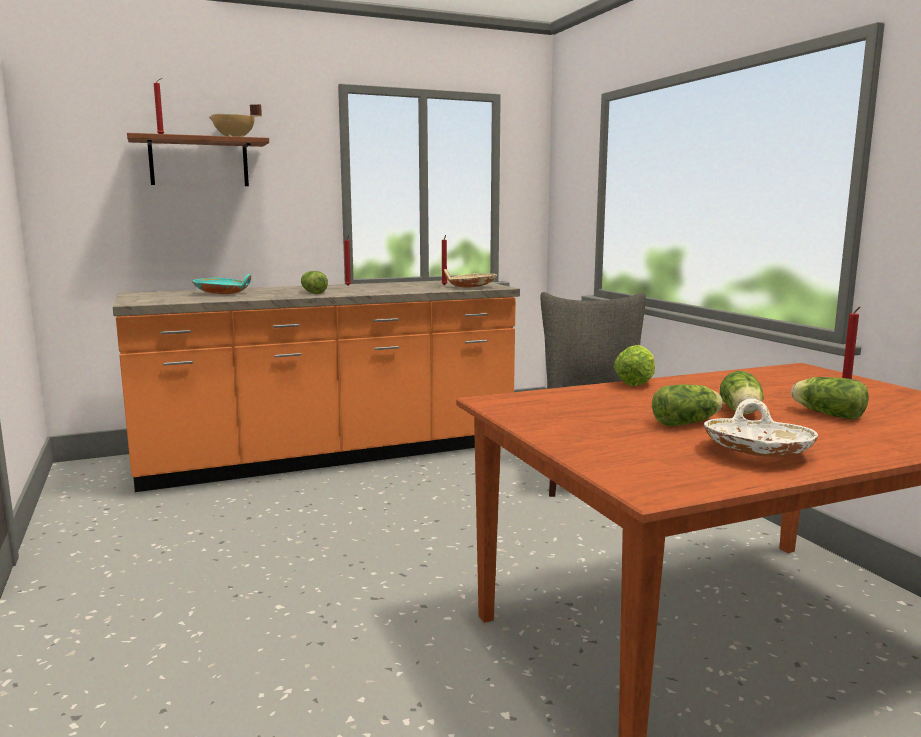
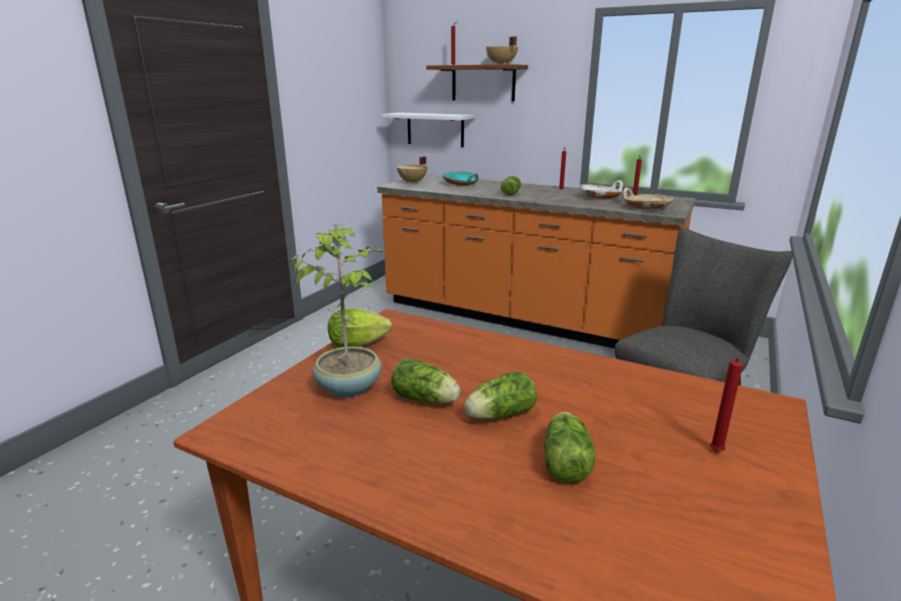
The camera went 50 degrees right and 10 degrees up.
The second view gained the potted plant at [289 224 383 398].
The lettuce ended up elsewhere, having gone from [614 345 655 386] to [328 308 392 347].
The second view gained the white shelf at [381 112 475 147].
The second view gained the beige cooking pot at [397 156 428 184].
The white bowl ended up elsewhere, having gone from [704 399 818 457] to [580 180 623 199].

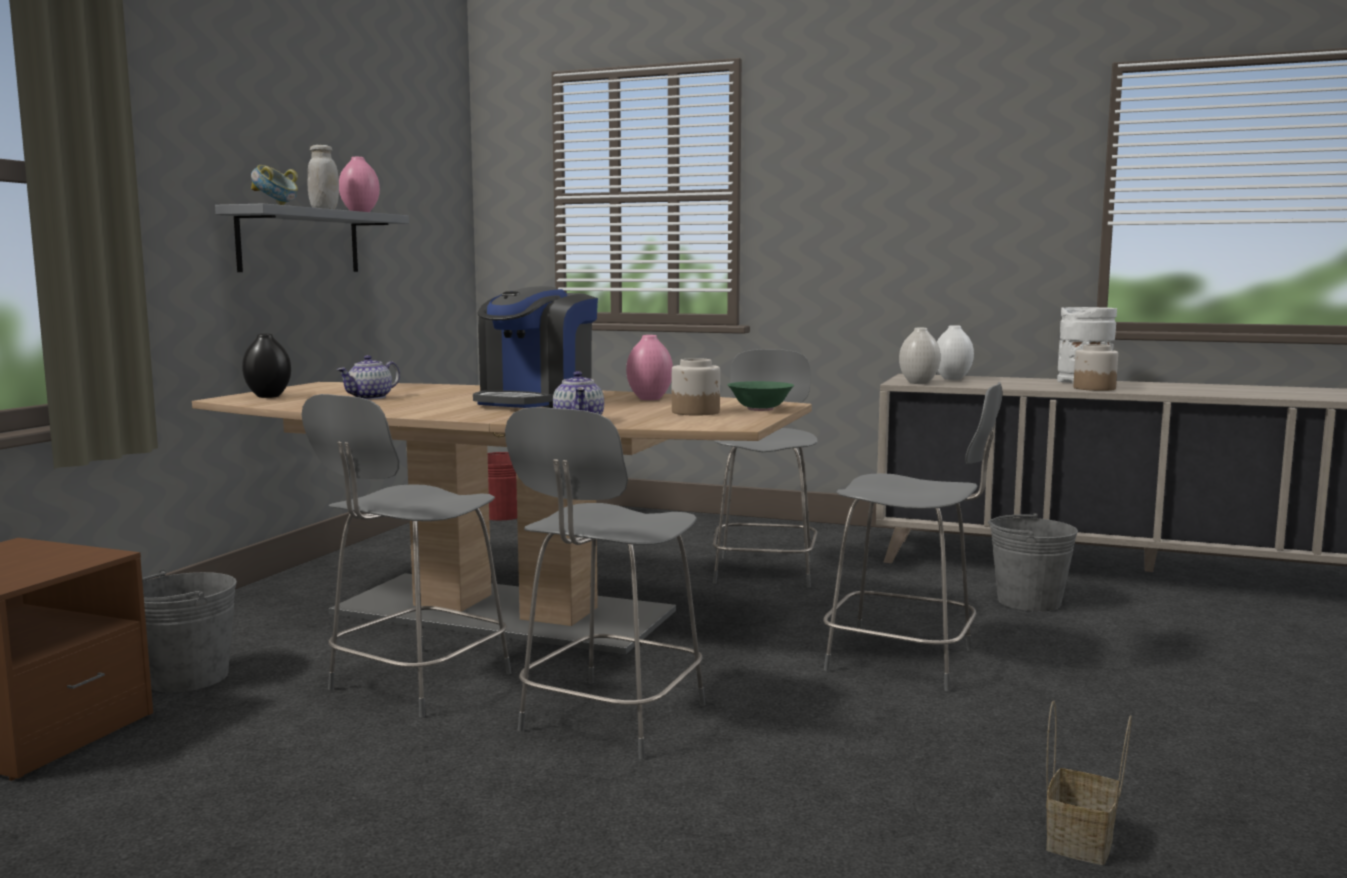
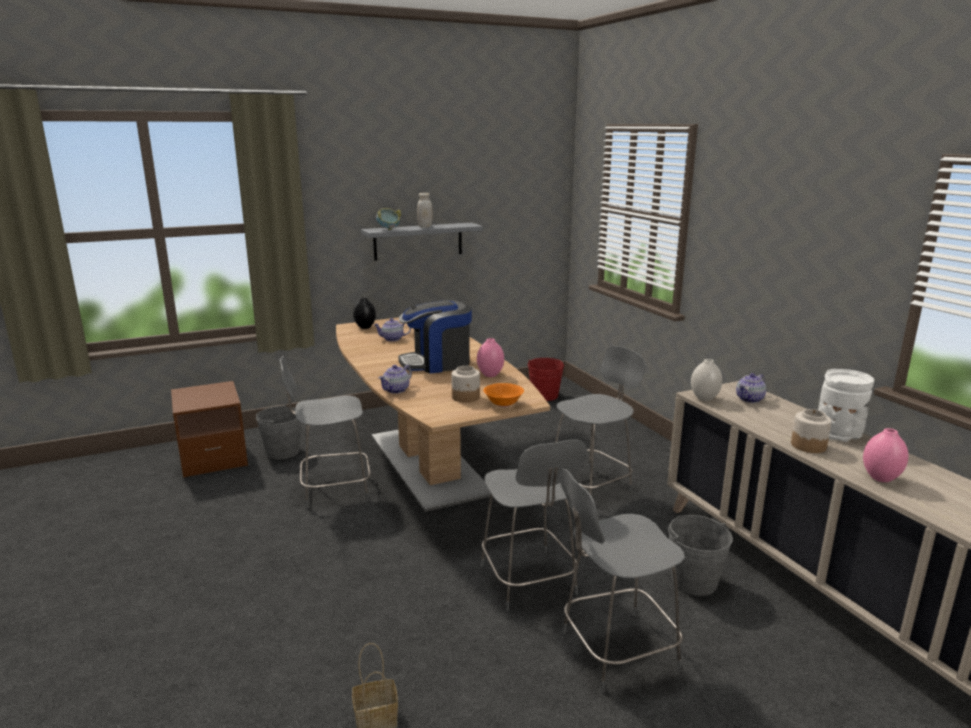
The camera went 45 degrees right and 10 degrees up.
What was the green bowl at [728 381 794 411] turned into the orange bowl at [483 383 524 407].
The grey chair ended up elsewhere, having gone from [505 407 705 759] to [559 469 685 693].
Where the white vase stood at [937 325 974 380], the teapot came to stand at [736 373 766 403].
The pink vase ended up elsewhere, having gone from [339 157 380 212] to [863 428 909 482].

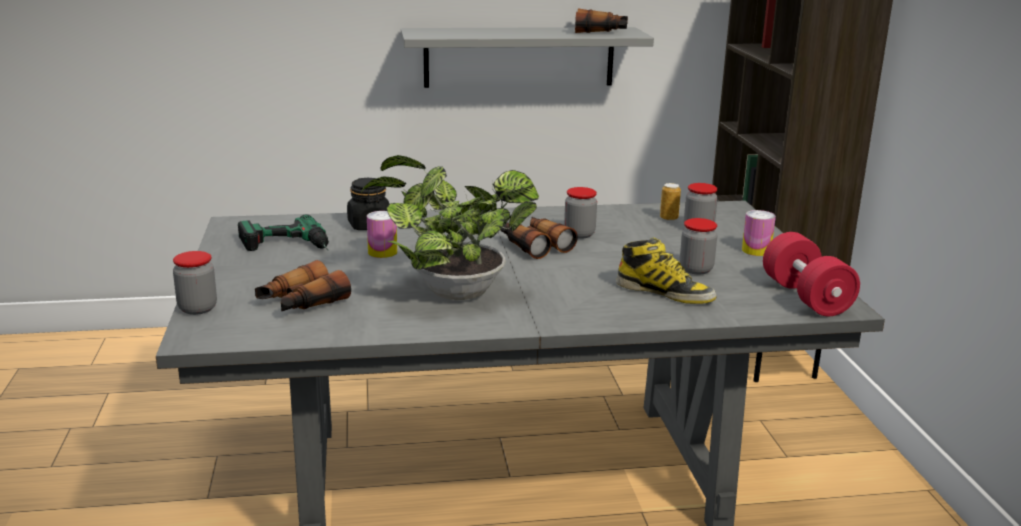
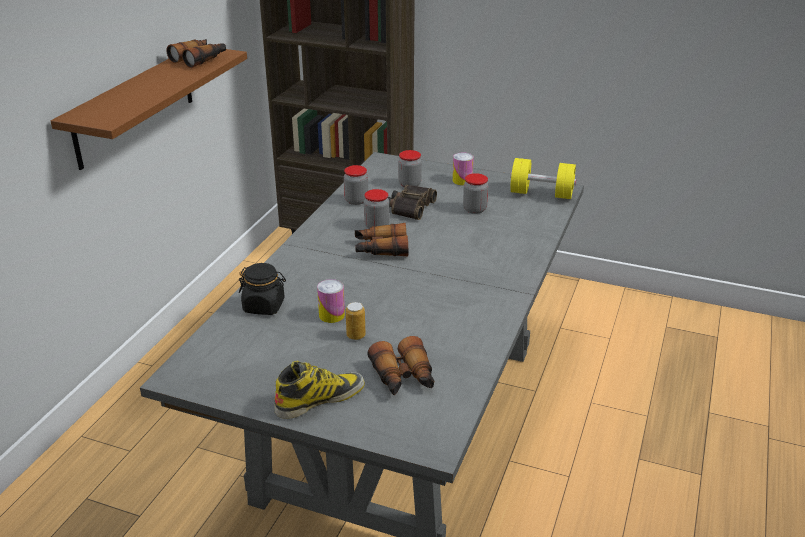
The camera went 60 degrees left and 10 degrees up.
What was the grey shelf at [401 27 654 88] turned into the brown shelf at [51 49 247 170].
The boot ended up elsewhere, having gone from [616 237 716 304] to [274 360 365 419].
The jar ended up elsewhere, having gone from [173 251 217 315] to [344 165 368 205].
The can ended up elsewhere, having gone from [660 183 681 221] to [346 302 365 340].
The second view gained the binoculars at [388 185 437 220].
What was the red dumbbell at [763 232 860 316] turned into the yellow dumbbell at [510 158 576 199].
The second view lost the power drill at [238 214 329 251].
The second view lost the potted plant at [360 155 539 300].

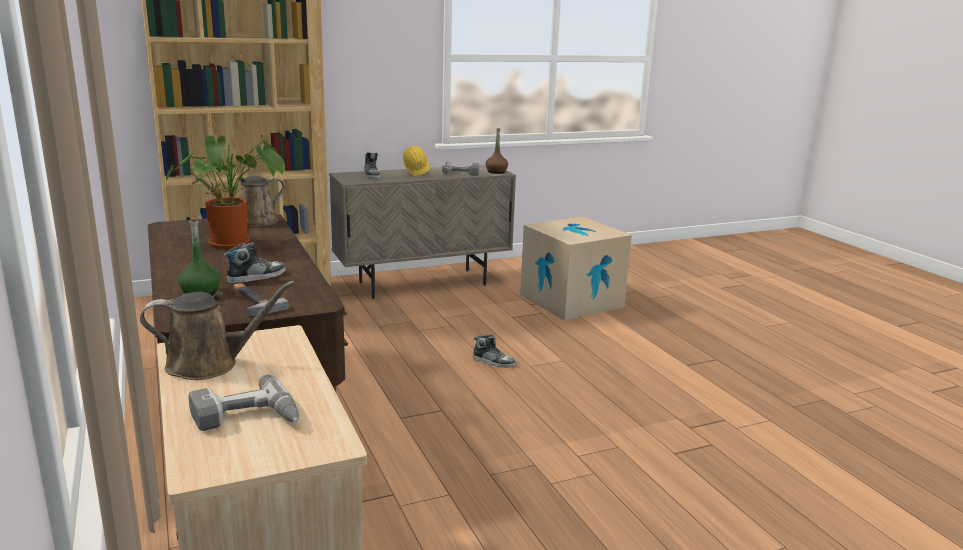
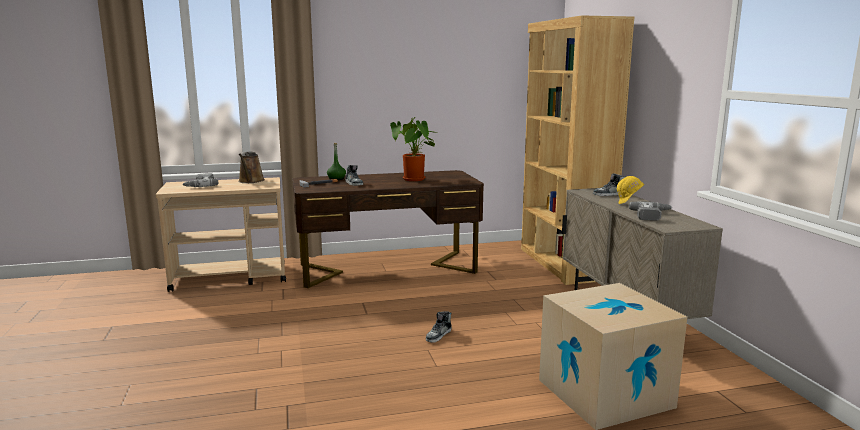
The camera went 100 degrees right and 5 degrees down.
The second view lost the brown watering can at [195 176 285 226].
The second view lost the brown bottle at [485 128 508 174].

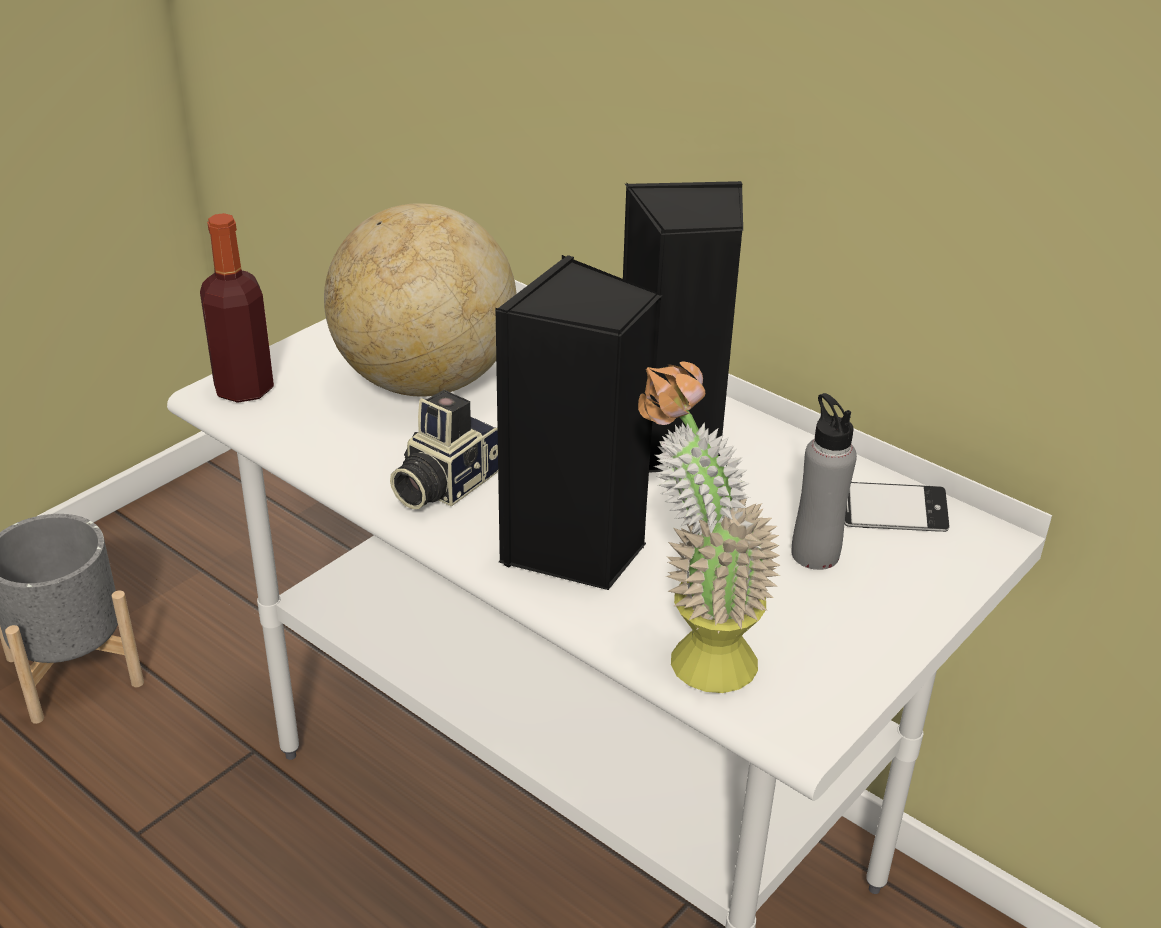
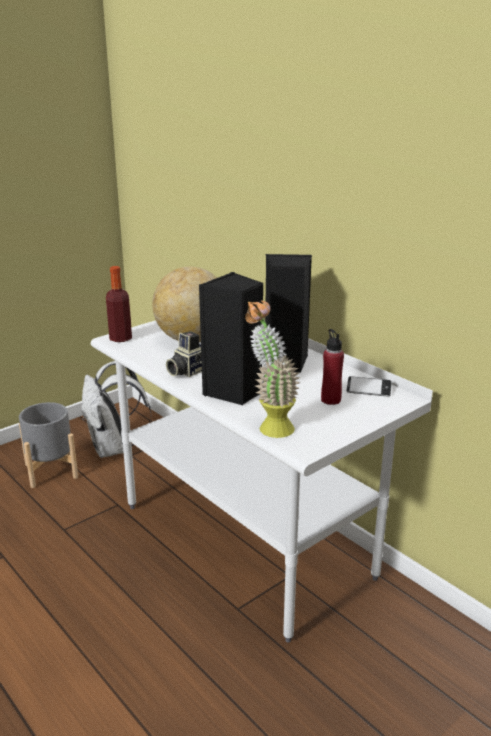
The camera went 10 degrees right and 10 degrees down.
The second view gained the white backpack at [82 361 151 458].
What was the grey bottle at [792 393 857 570] turned into the red bottle at [321 329 344 405].

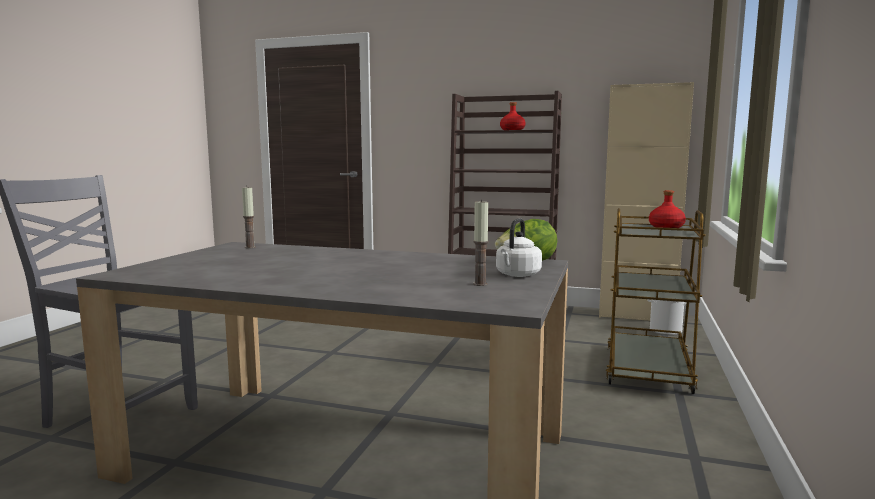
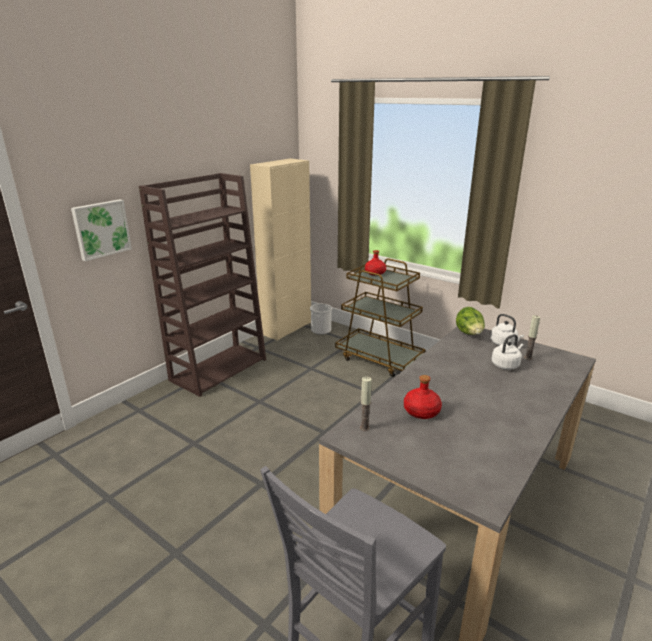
The camera went 70 degrees left and 15 degrees up.
The second view gained the picture at [71 199 132 261].
The red bottle ended up elsewhere, having gone from [500 102 526 130] to [404 375 442 419].
The second view gained the white kettle at [492 334 524 370].

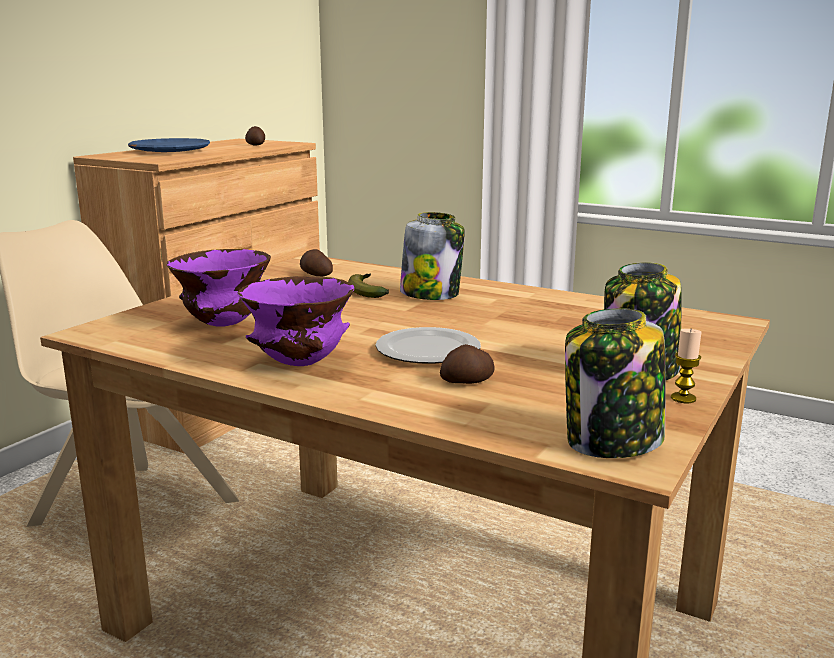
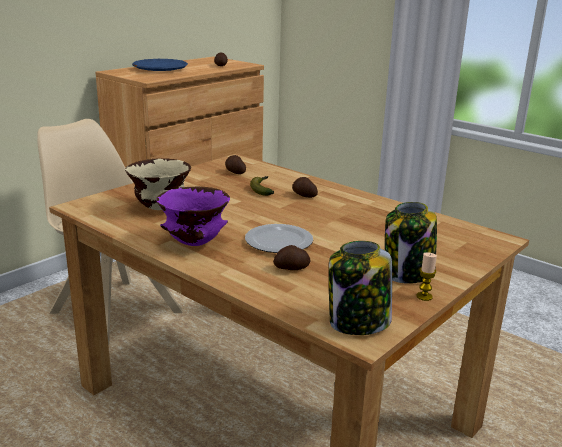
The camera went 10 degrees right and 5 degrees up.
What was the purple bowl at [167 249 271 327] turned into the beige bowl at [125 158 191 210].
Where the jar stood at [400 212 465 300], the potato came to stand at [292 177 318 198].

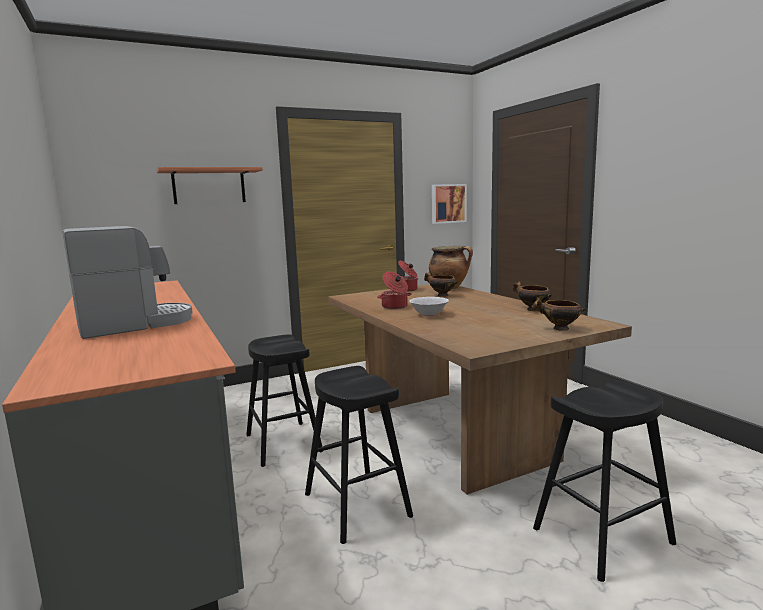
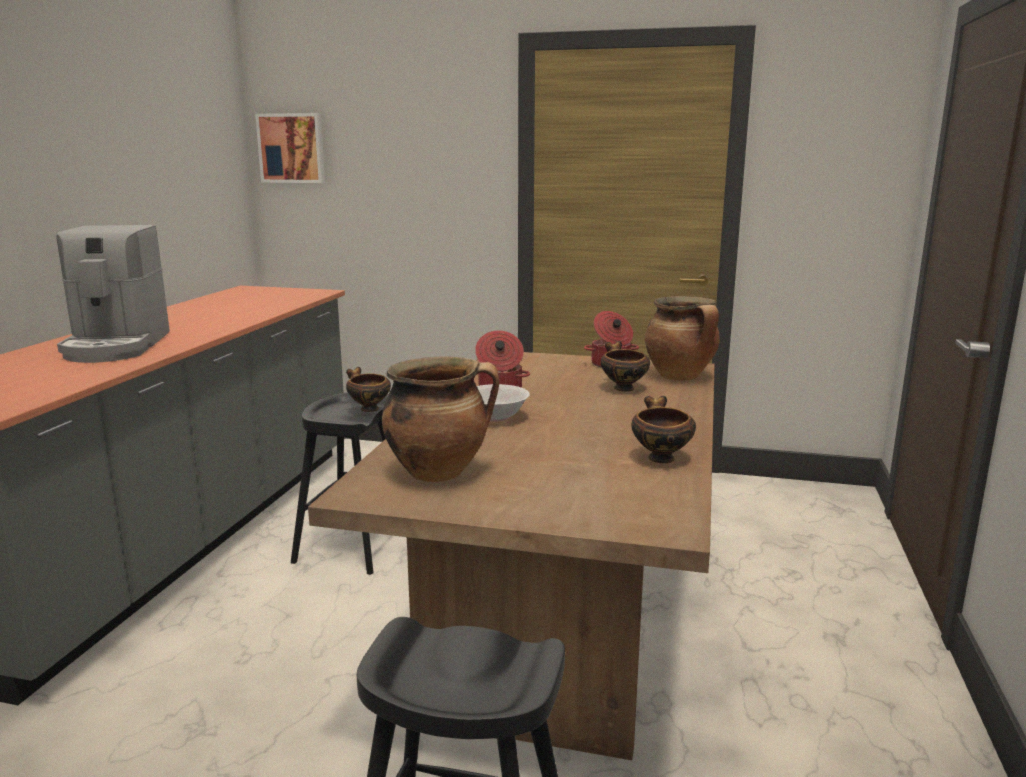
The camera went 40 degrees right and 5 degrees up.
The coffee machine at [63 226 193 339] ended up facing another way, 75 degrees clockwise from before.
The picture ended up elsewhere, having gone from [432 184 467 224] to [255 113 325 183].
The bowl ended up elsewhere, having gone from [531 297 586 331] to [346 367 391 412].
The second view gained the cooking pot at [382 356 499 482].
The second view lost the shelf at [157 167 263 204].
The second view lost the black stool at [305 366 413 544].

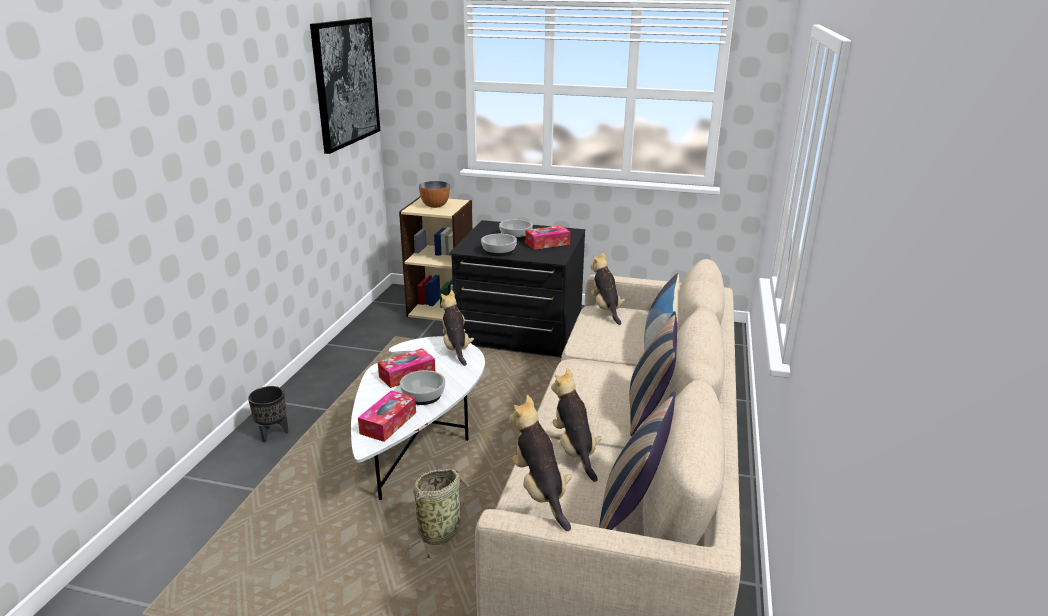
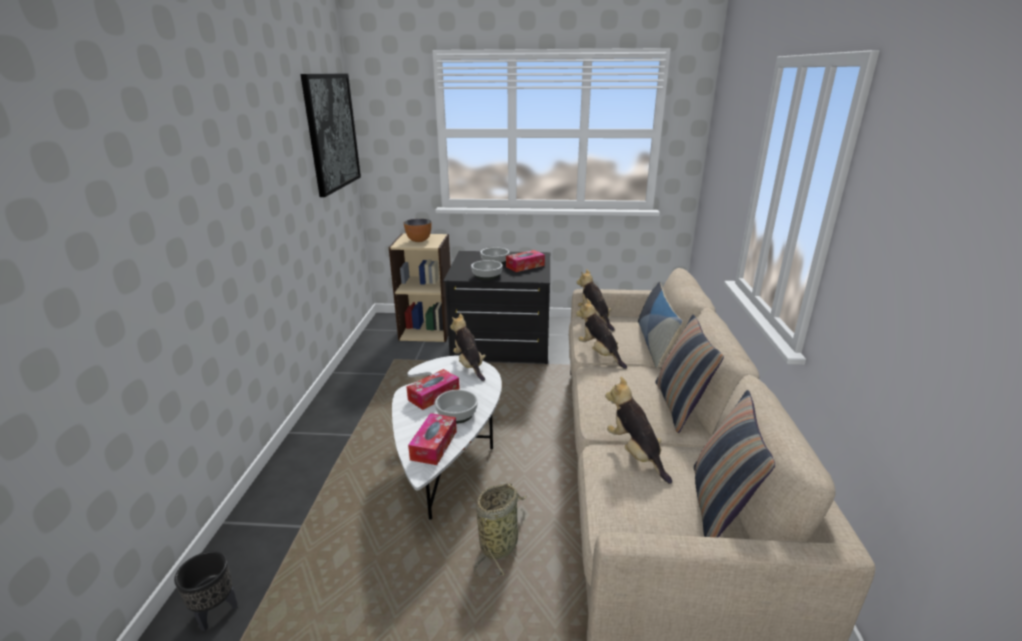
The camera went 10 degrees left and 0 degrees up.
The black planter ended up elsewhere, having gone from [248 386 289 442] to [174 551 238 631].
The plush toy ended up elsewhere, having gone from [509 395 572 531] to [576 299 627 369].

